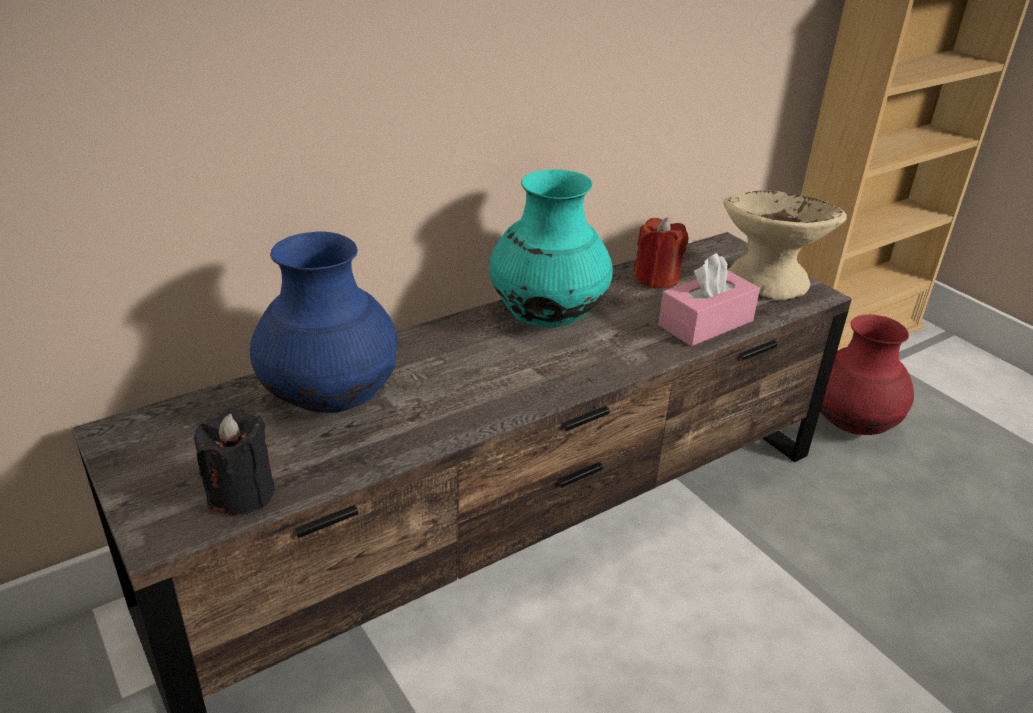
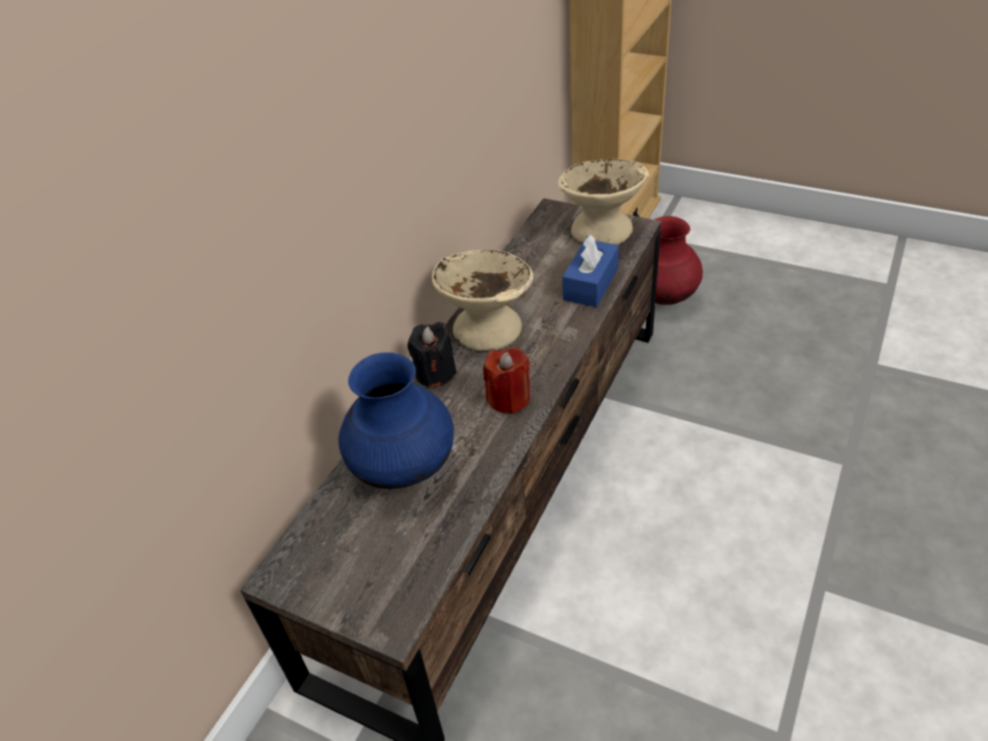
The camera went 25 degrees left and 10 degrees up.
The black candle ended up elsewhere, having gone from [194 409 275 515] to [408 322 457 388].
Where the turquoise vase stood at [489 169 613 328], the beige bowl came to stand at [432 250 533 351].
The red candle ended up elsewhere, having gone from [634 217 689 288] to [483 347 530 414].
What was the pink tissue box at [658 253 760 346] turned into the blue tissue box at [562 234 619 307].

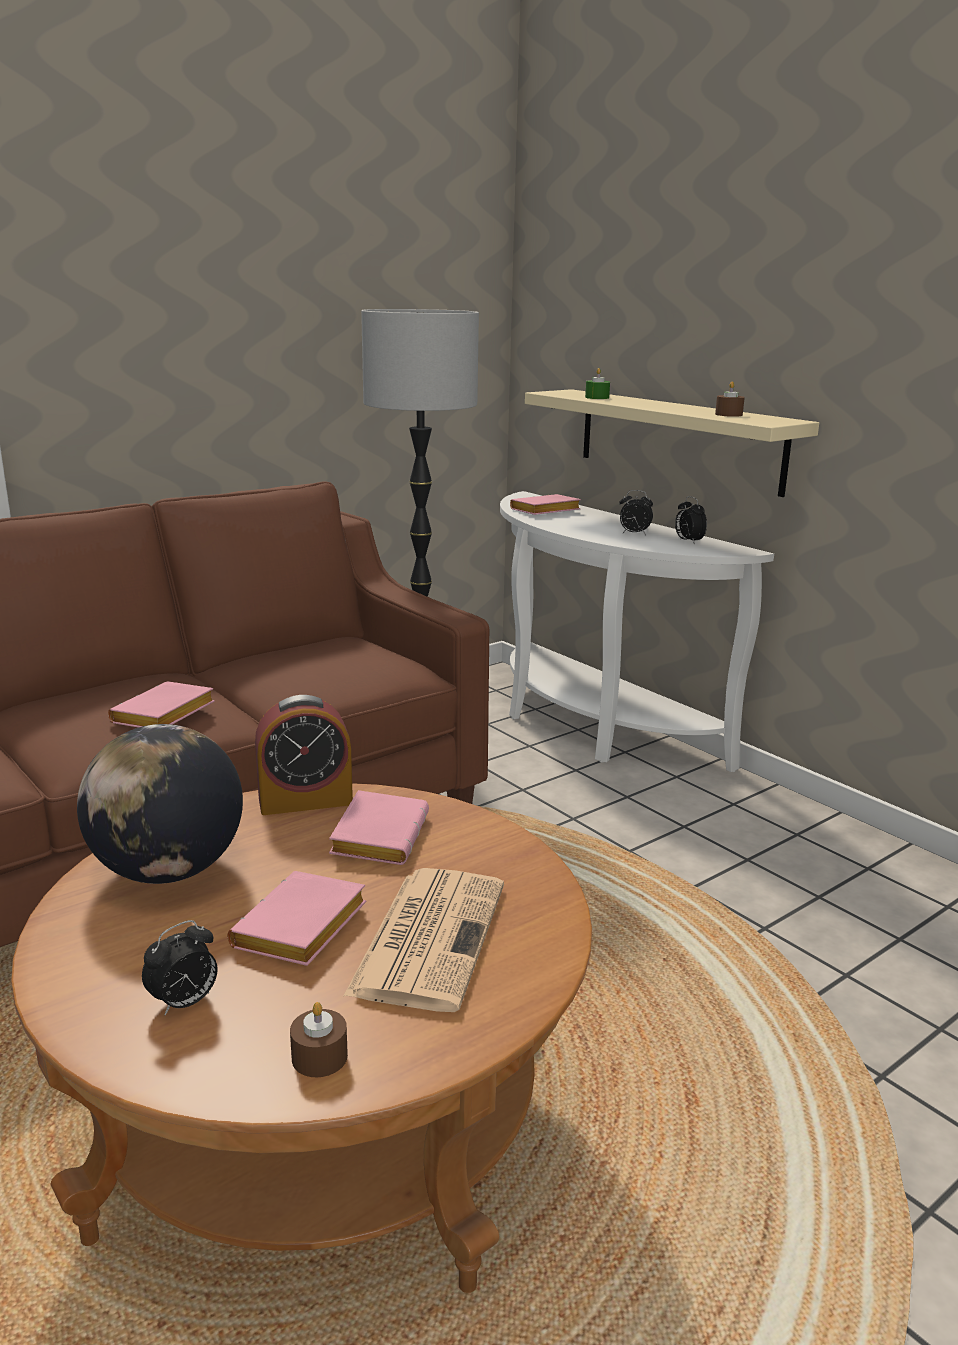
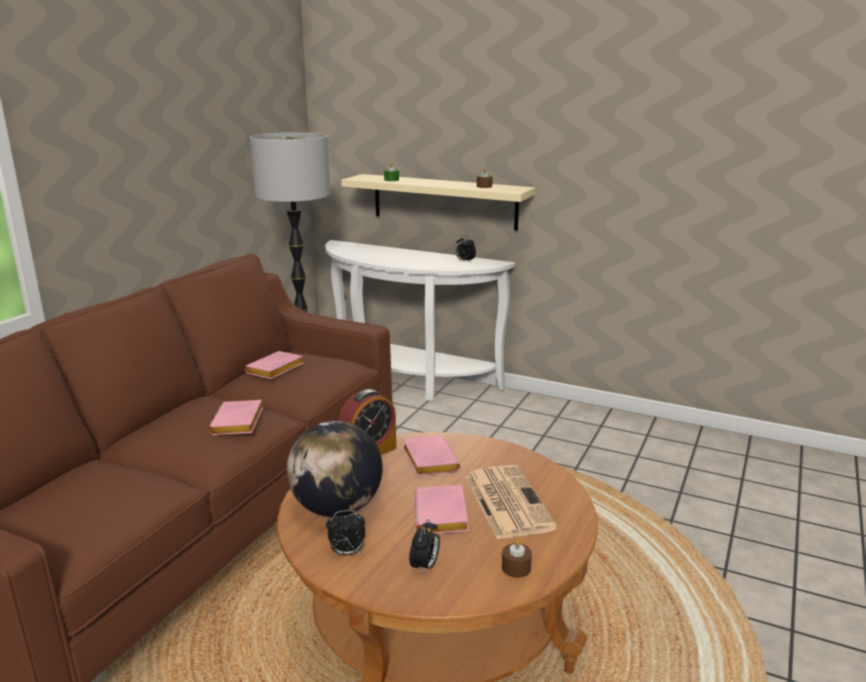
The camera went 25 degrees left and 0 degrees up.
The pink book ended up elsewhere, having gone from [510 494 581 515] to [245 351 304 379].
The alarm clock ended up elsewhere, having gone from [619 490 653 535] to [326 510 365 556].

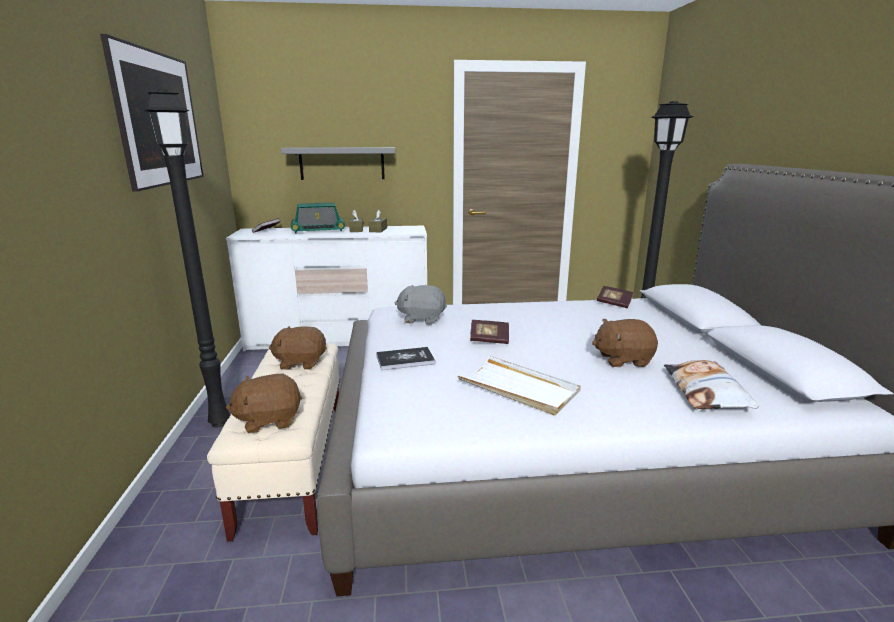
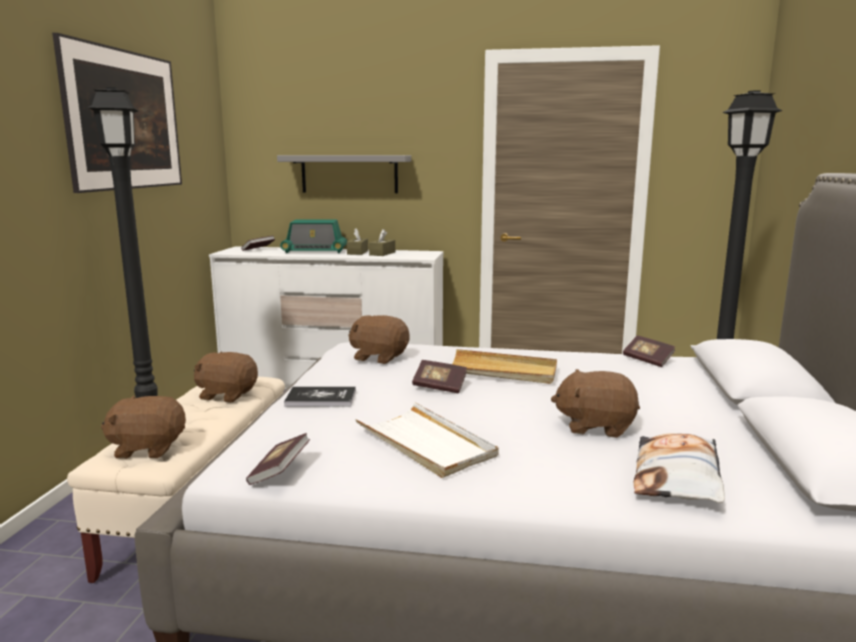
The camera went 15 degrees right and 5 degrees down.
The second view gained the book at [246 433 310 485].
What was the grey plush toy at [395 285 447 325] turned into the brown plush toy at [348 315 409 364].
The second view gained the beige tray at [452 349 557 384].

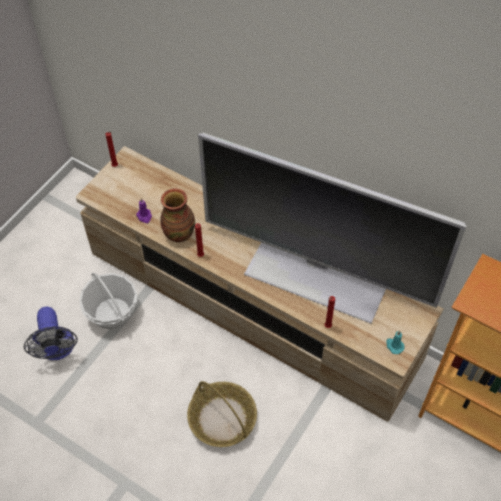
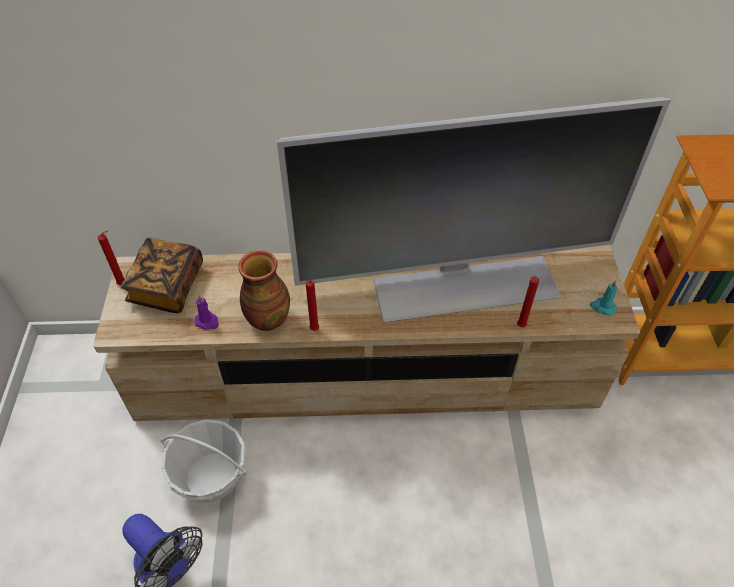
The camera went 35 degrees left and 5 degrees down.
The second view gained the book at [121 238 203 313].
The second view lost the basket at [187 381 257 447].

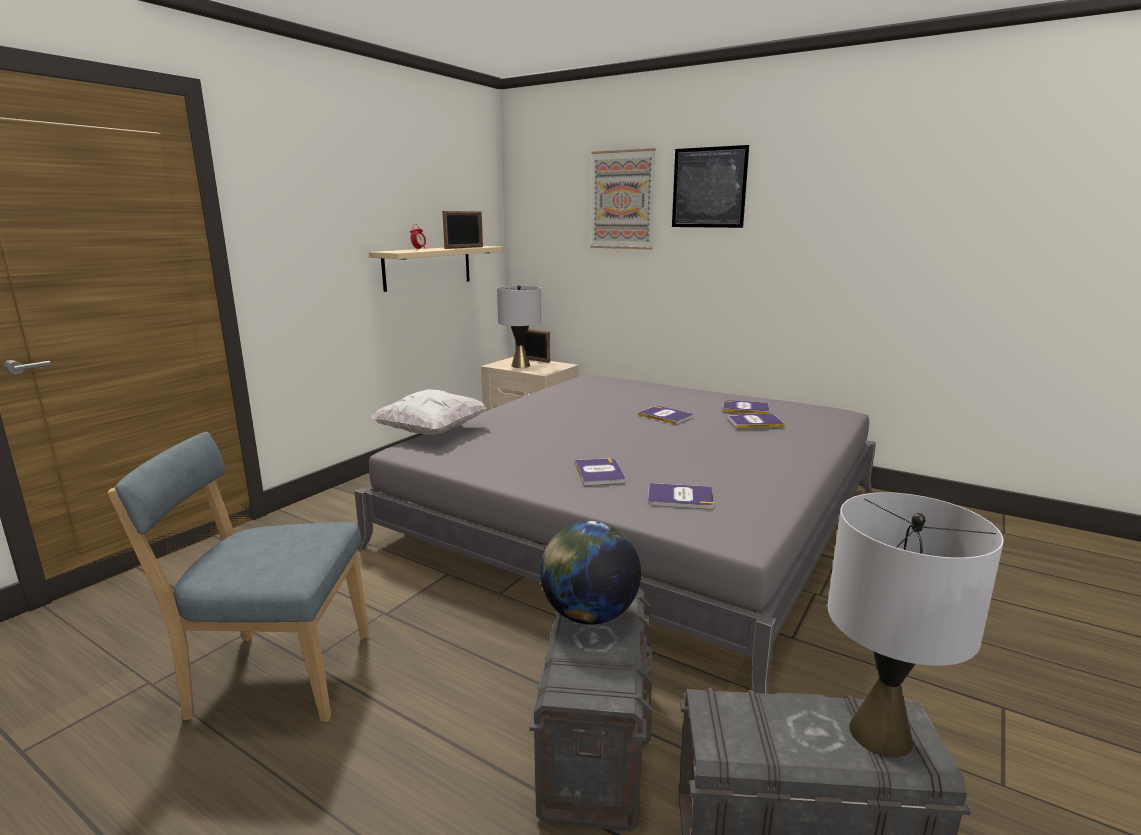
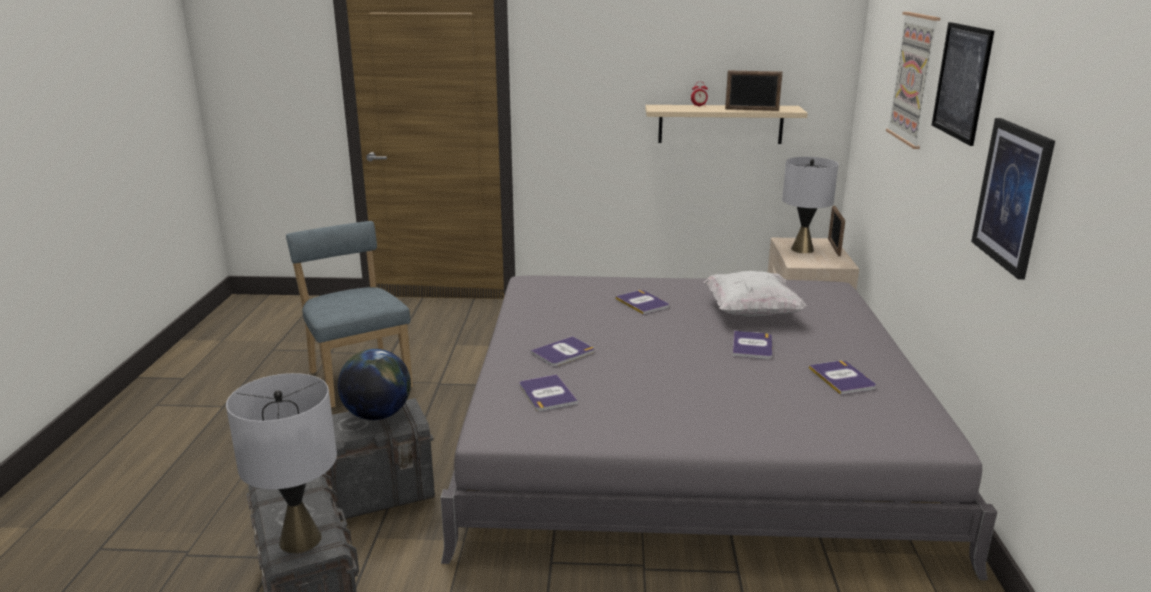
The camera went 60 degrees right and 5 degrees up.
The book ended up elsewhere, having gone from [728 414 785 428] to [615 290 669 315].
The white pillow ended up elsewhere, having gone from [372 389 486 435] to [703 271 806 316].
The second view gained the picture at [971 118 1055 280].

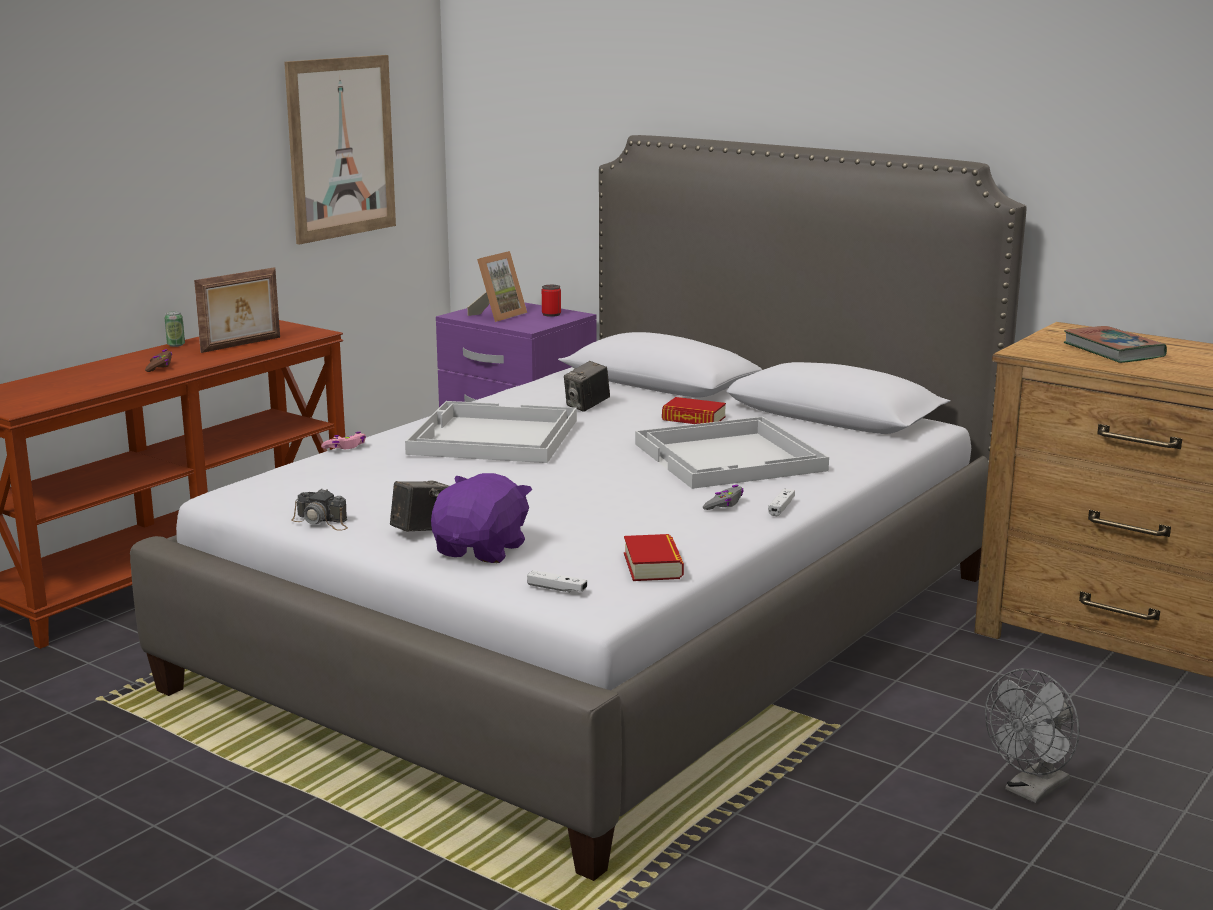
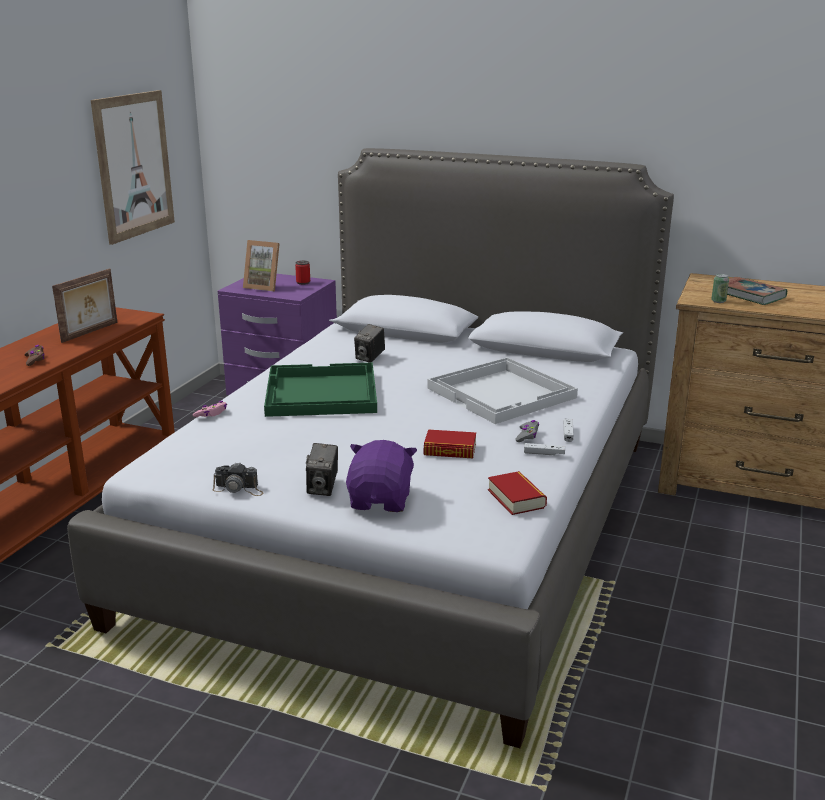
The camera went 15 degrees left and 5 degrees up.
The picture frame at [467 251 527 322] ended up facing another way, 90 degrees clockwise from before.
What was the white tray at [405 401 577 463] turned into the green tray at [264 363 377 417].
The photo camera at [390 481 449 532] ended up facing another way, 150 degrees clockwise from before.
The book ended up elsewhere, having gone from [662 397 726 424] to [424 429 476 458].
The white game controller ended up elsewhere, having gone from [527 570 587 593] to [524 443 565 455].
The can ended up elsewhere, having gone from [165 311 185 347] to [711 274 729 303].
The second view lost the grey fan at [985 668 1080 803].

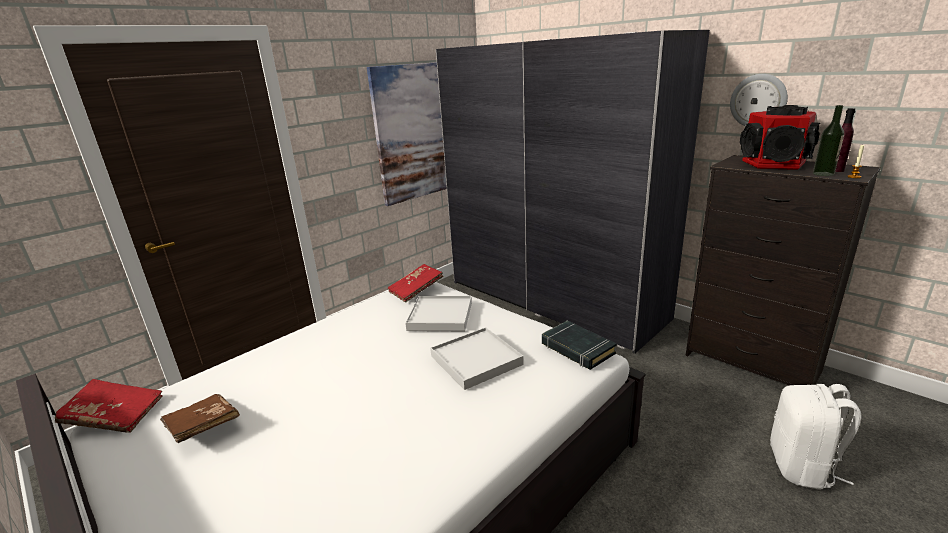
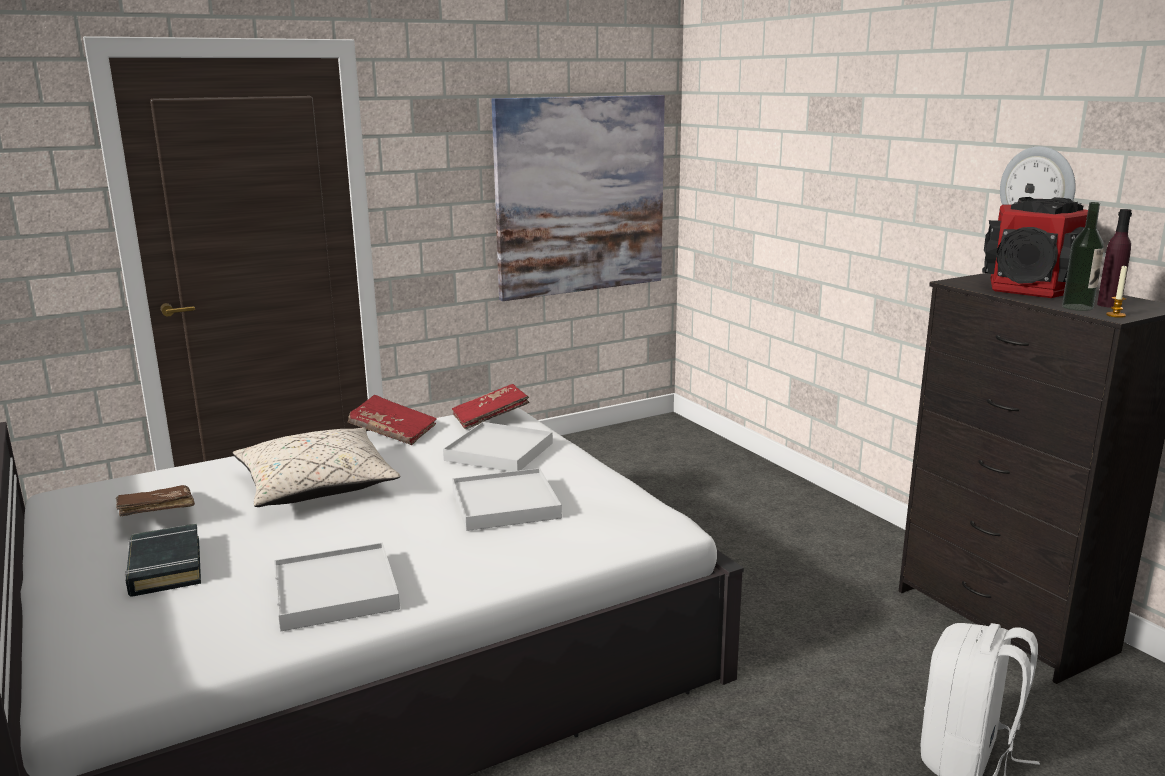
The camera went 15 degrees right and 5 degrees down.
The black book ended up elsewhere, having gone from [542 320 617 370] to [125 523 201 597].
The second view gained the beige pillow at [233 428 400 507].
The second view gained the white tray at [274 543 400 632].
The red book ended up elsewhere, having gone from [55 379 163 433] to [348 395 437 445].
The second view lost the grey wardrobe at [436 30 710 354].

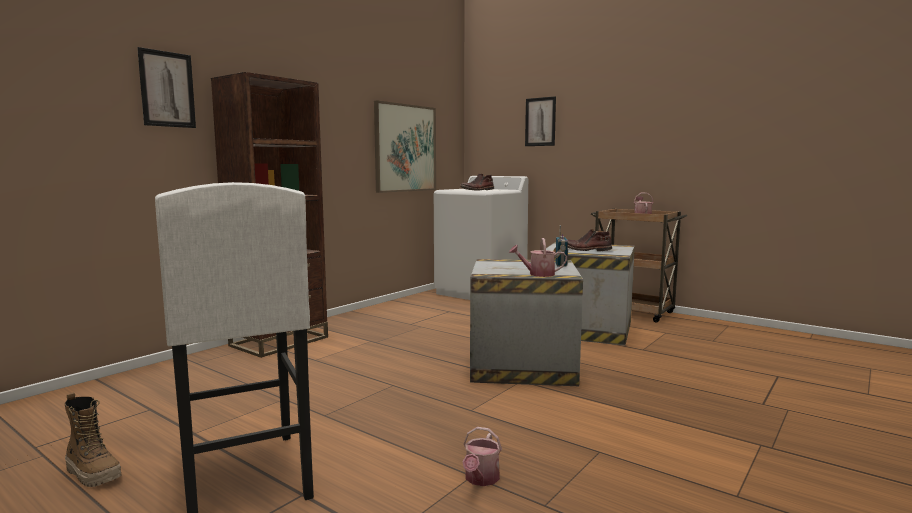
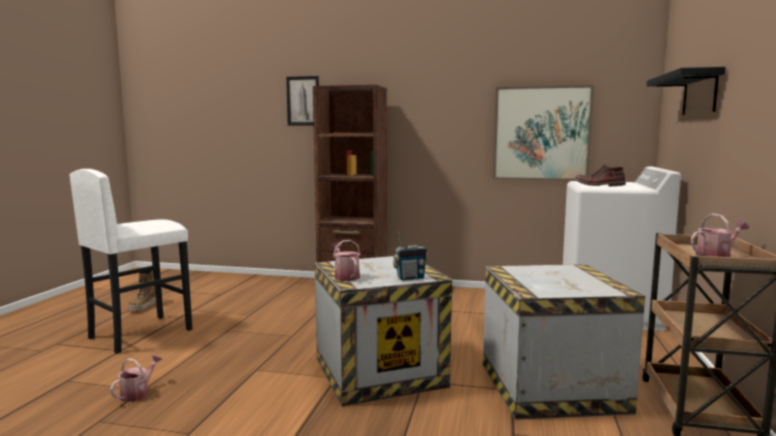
The camera went 65 degrees right and 0 degrees up.
The watering can at [462 427 502 486] ended up facing another way, 120 degrees clockwise from before.
Where the picture hung at [525 96 556 146], the black shelf came to hang at [646 67 726 115].
The second view lost the brown boot at [567 229 612 251].

